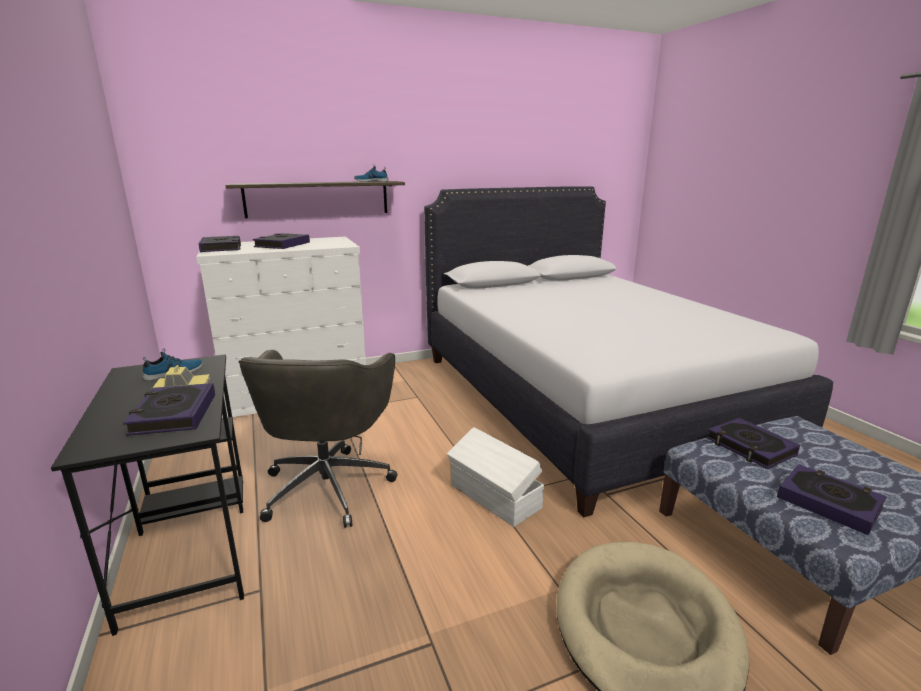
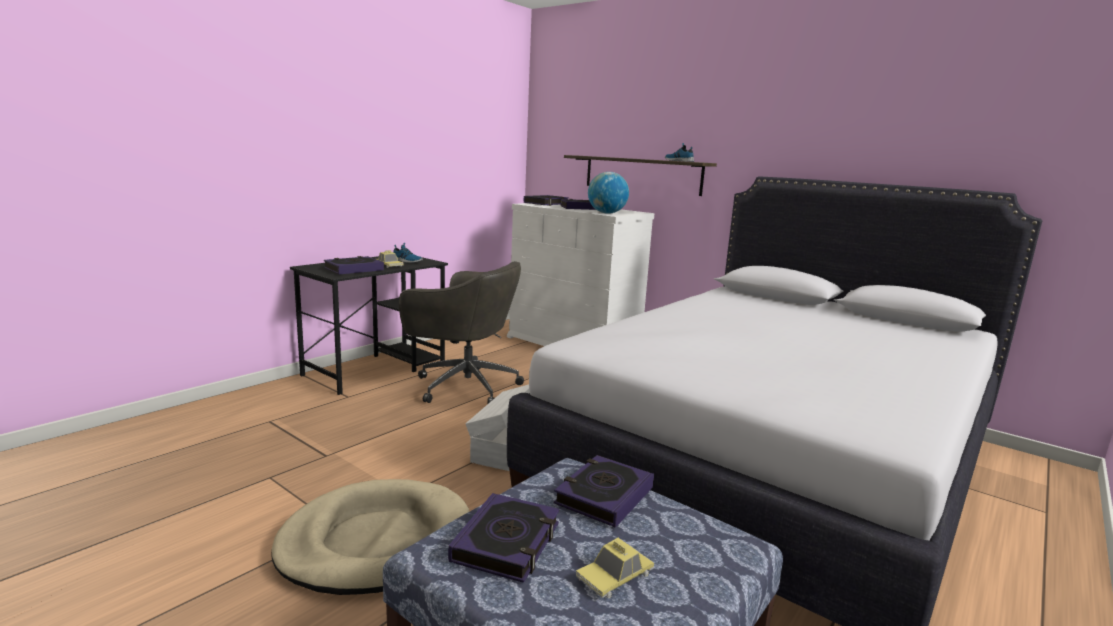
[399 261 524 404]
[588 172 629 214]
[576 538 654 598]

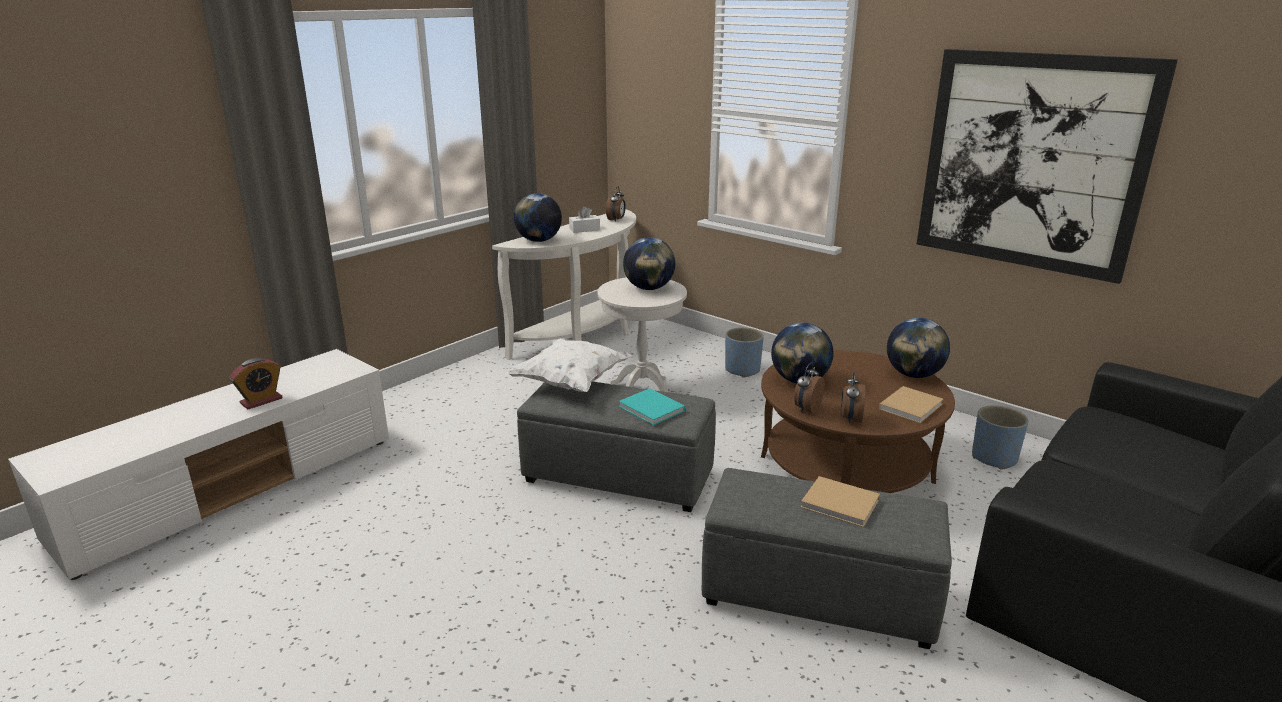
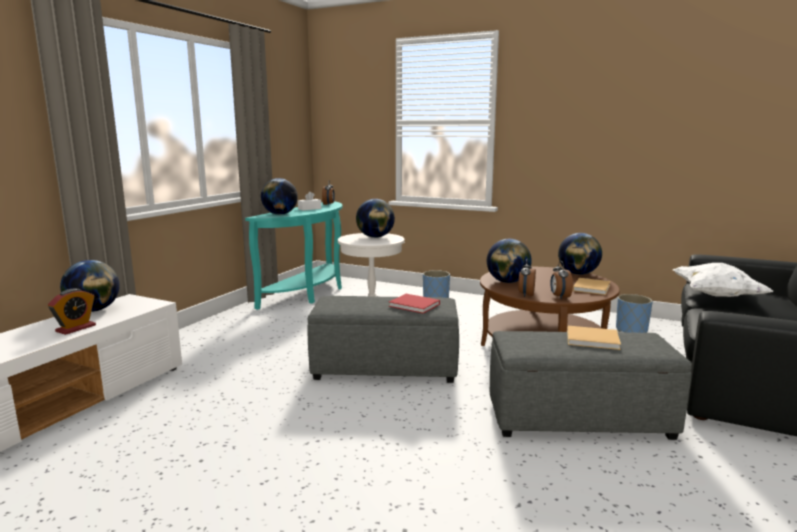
[917 49 1178 284] (first image)
[245 201 343 310]
[673 263 774 297]
[389 294 440 314]
[60 260 120 312]

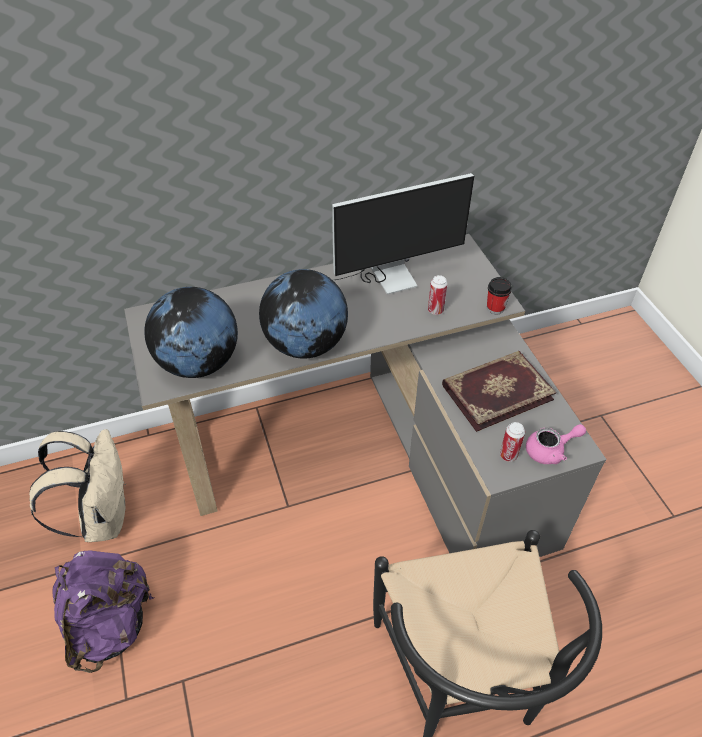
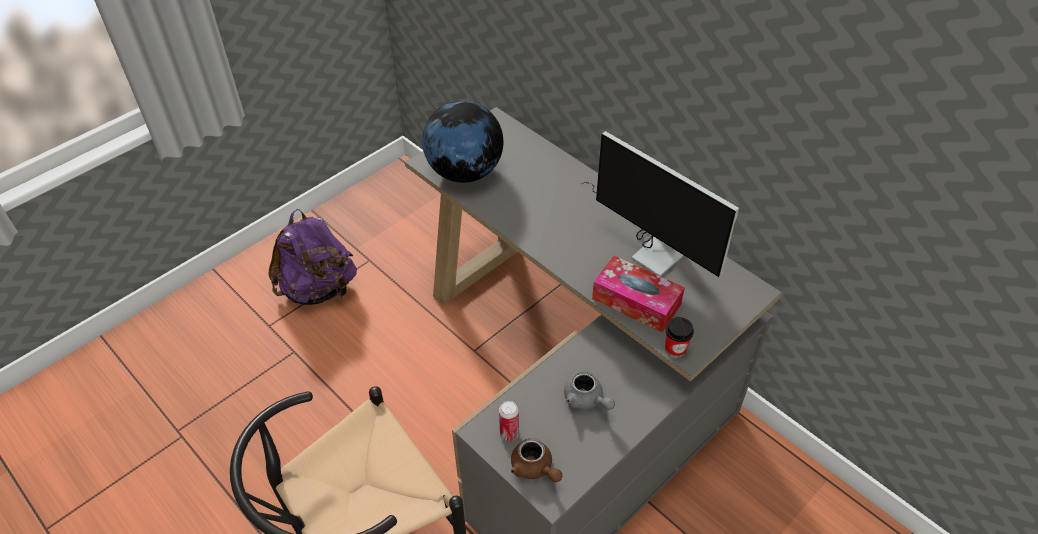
[259 269 348 359] (first image)
[592 256 685 333]
[564 371 615 410]
[511 438 562 482]
[29 429 126 542] (first image)

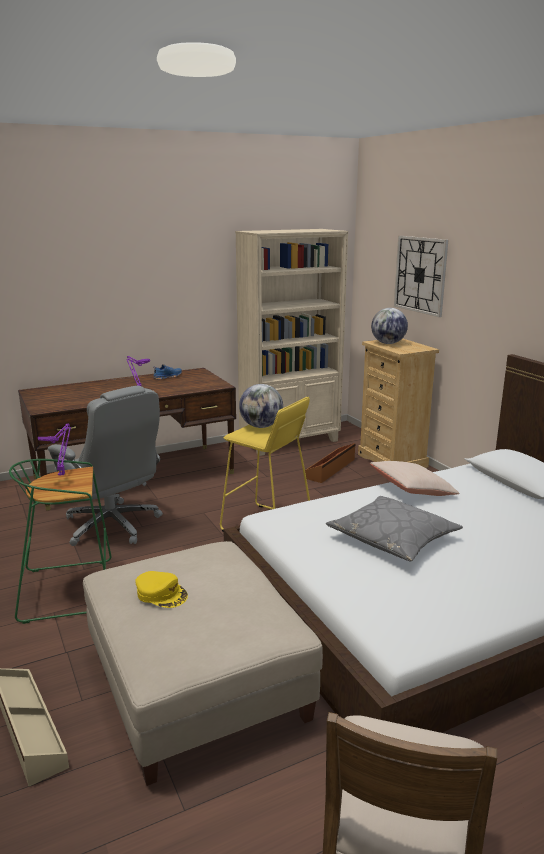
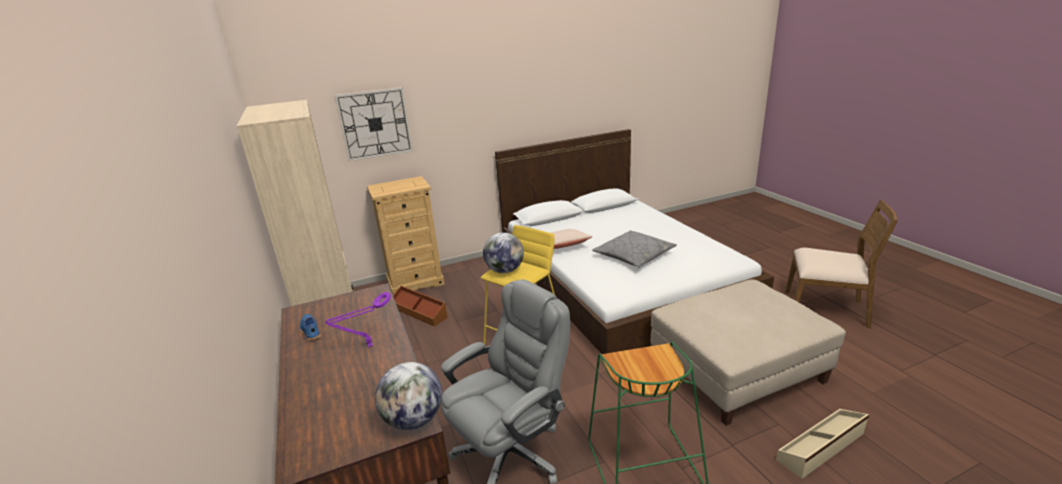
[375 362 442 430]
[38 423 71 476] (first image)
[135 571 188 608] (first image)

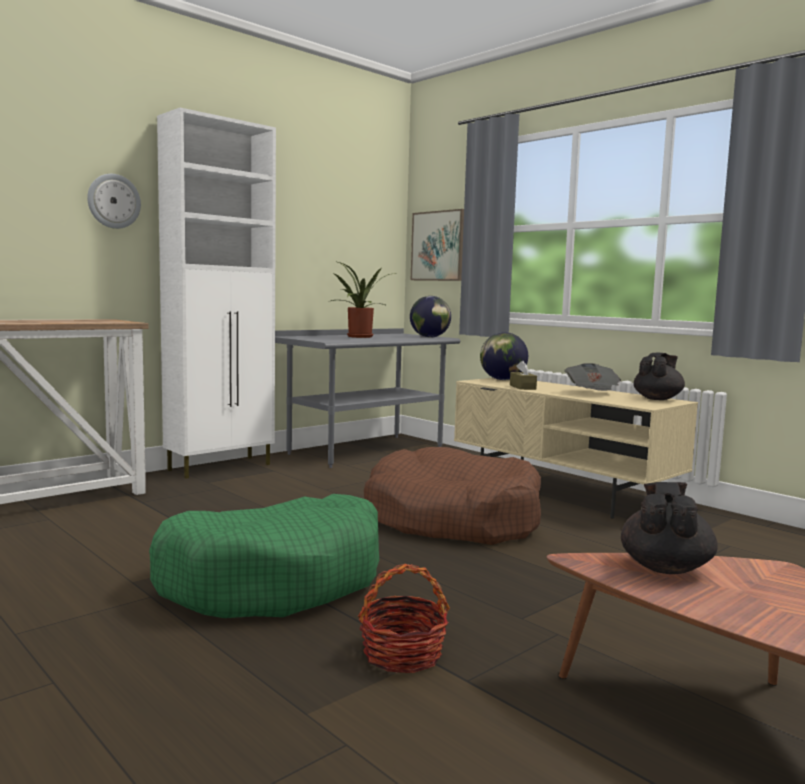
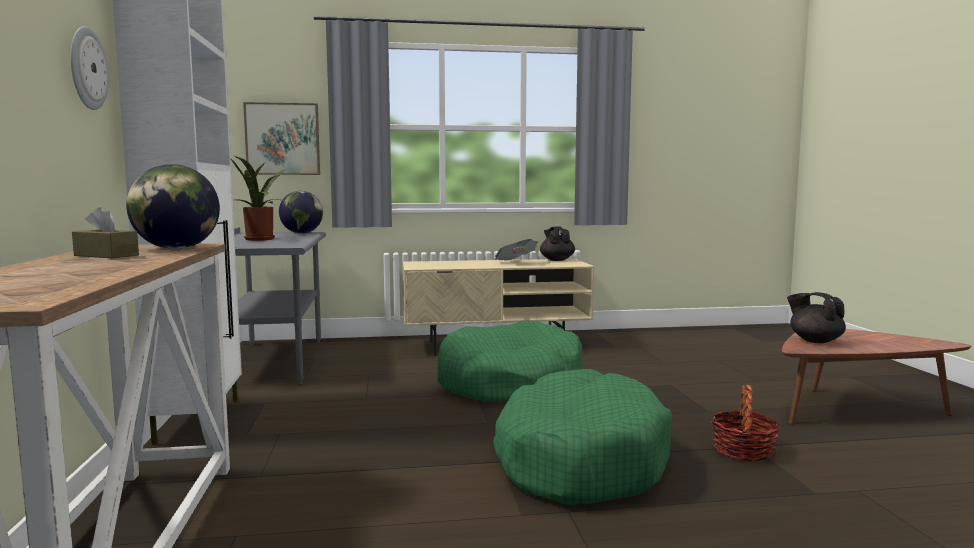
[126 164 220 249]
[72 207 139 258]
[437 320 583 402]

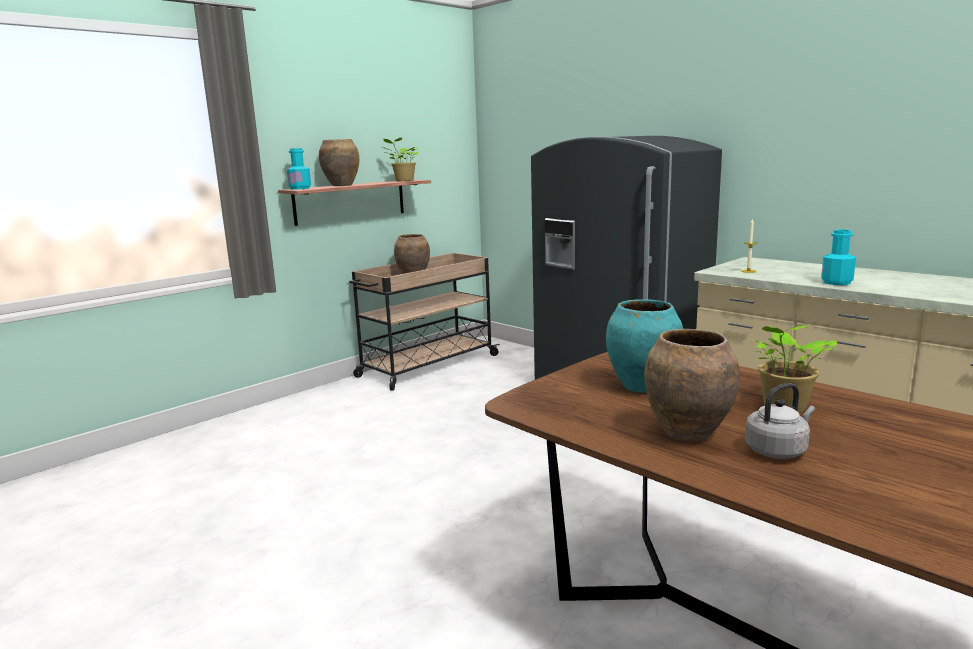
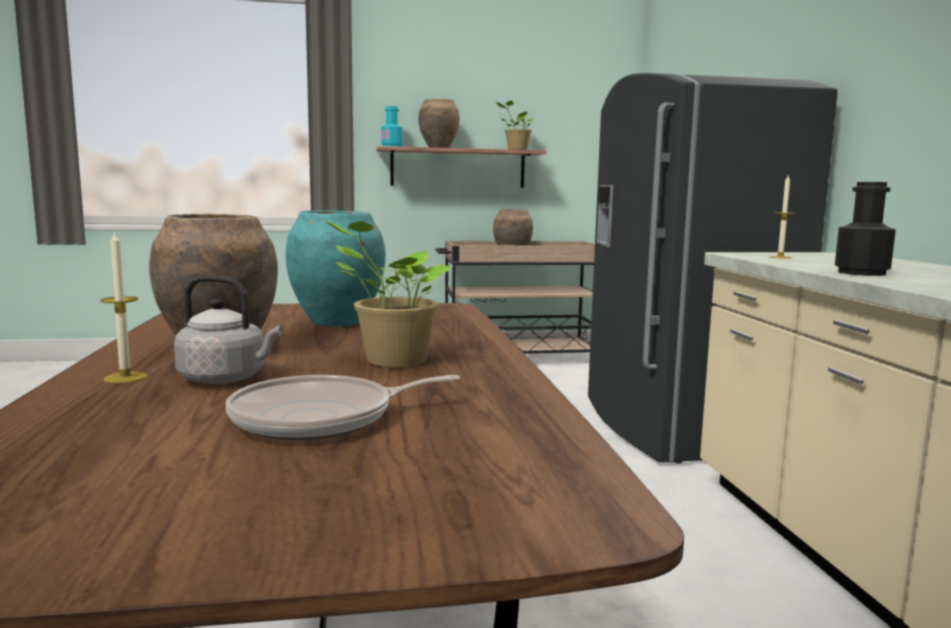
[835 182 896 276]
[100 230 147 383]
[226 375 460 440]

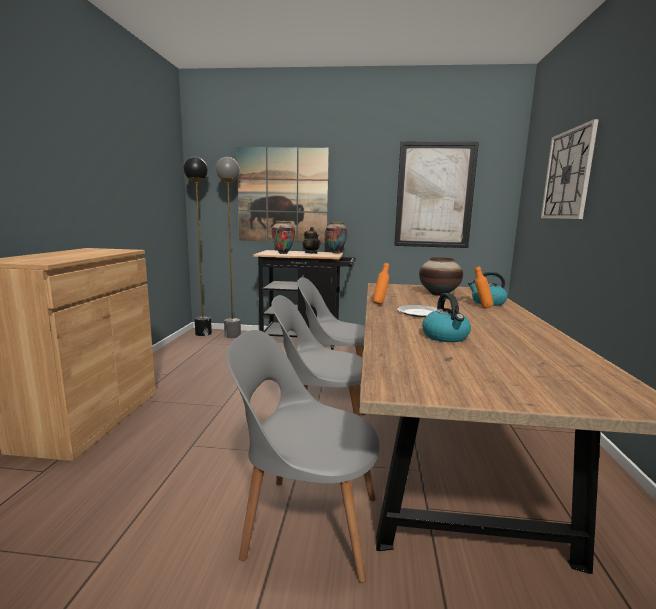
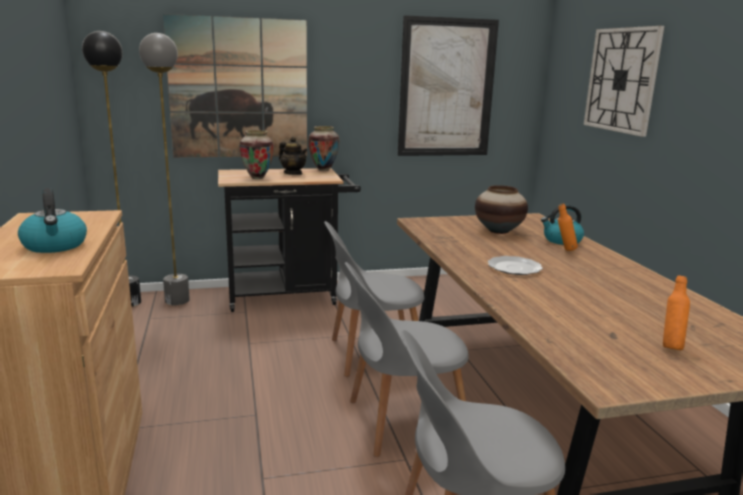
[663 275 690 350]
[18 188 87 253]

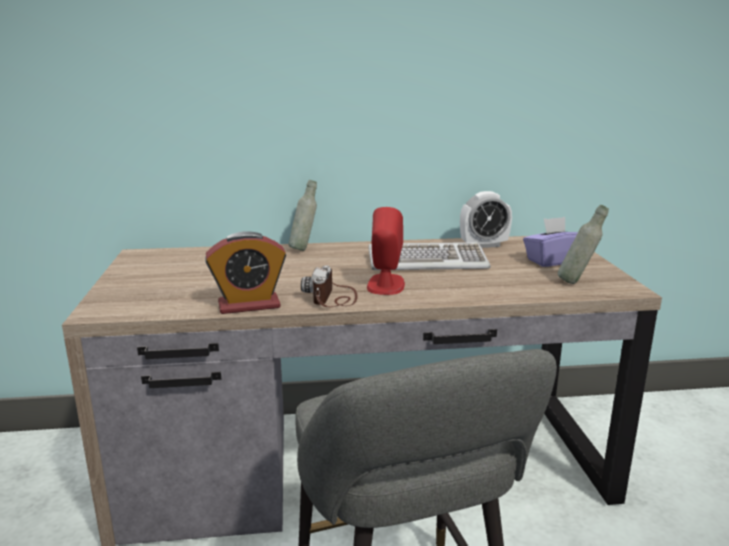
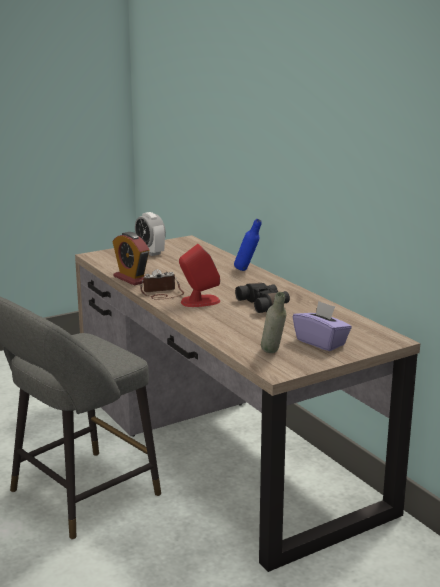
[234 219 262 271]
[135 212 166 256]
[235 283 290 313]

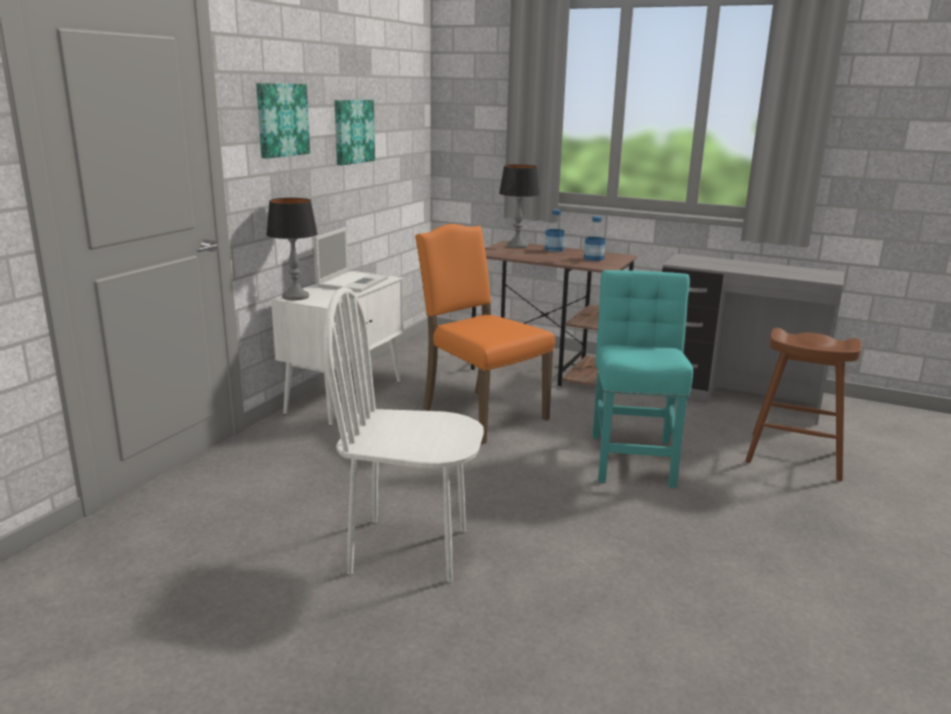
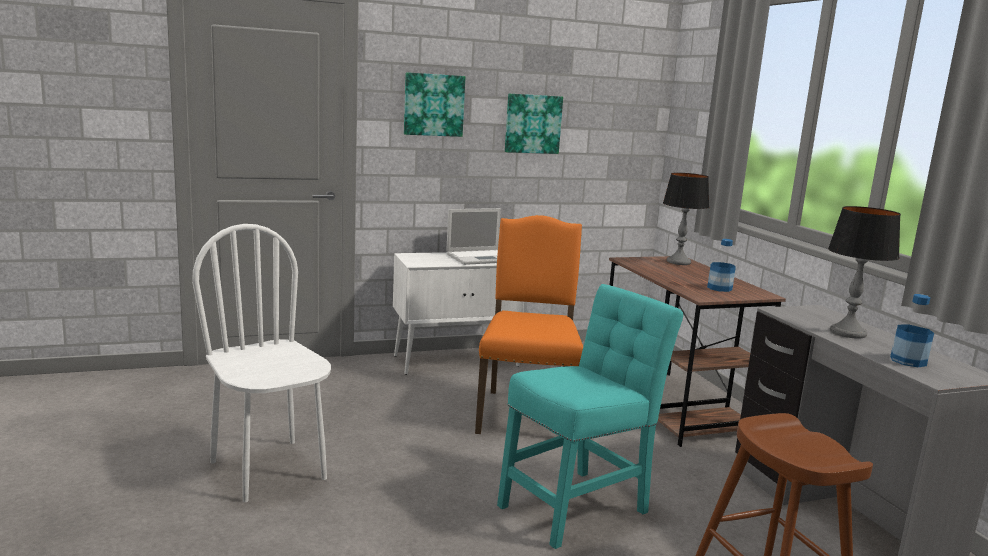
[828 206 901 339]
[890 294 934 367]

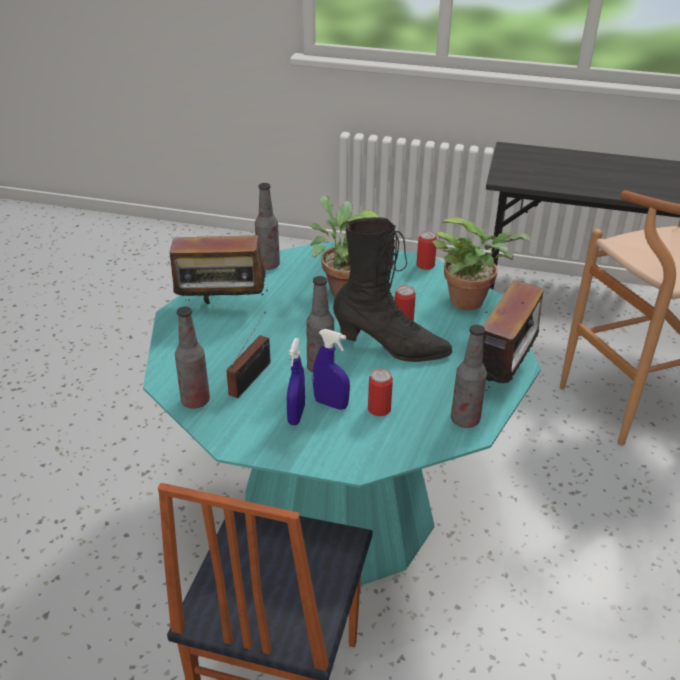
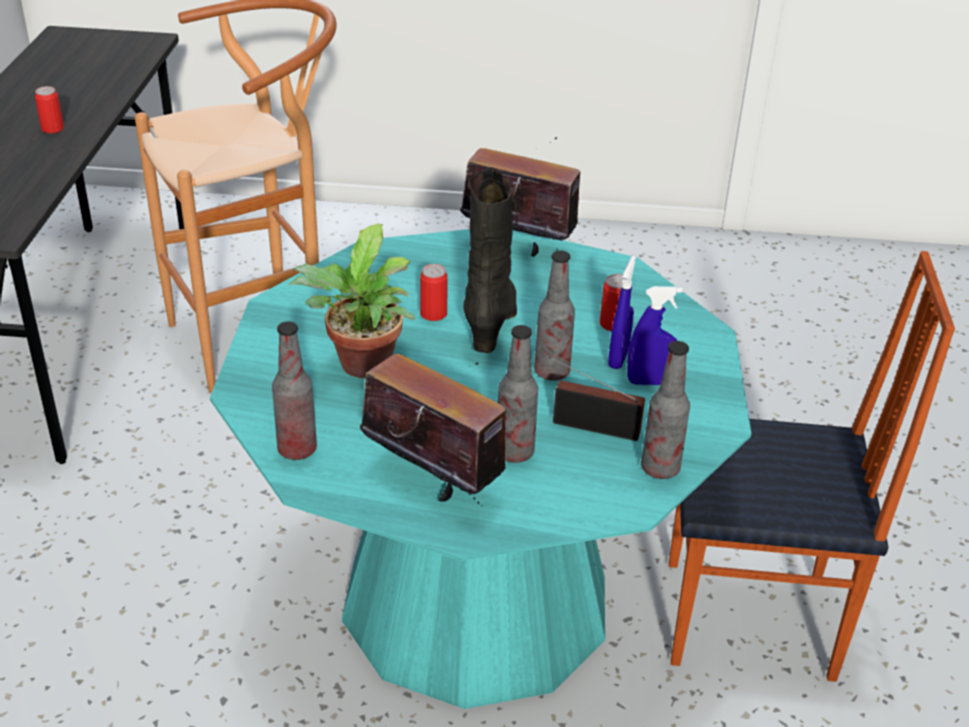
[432 217 531 310] (first image)
[360 354 506 507]
[35 86 64 134]
[498 325 538 463]

